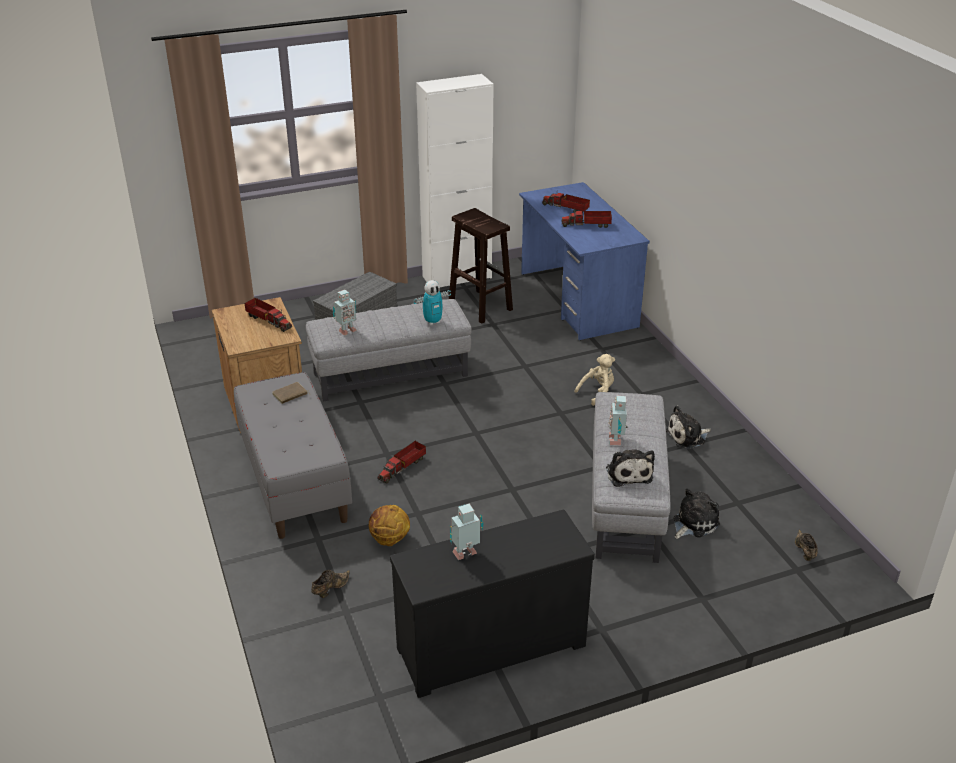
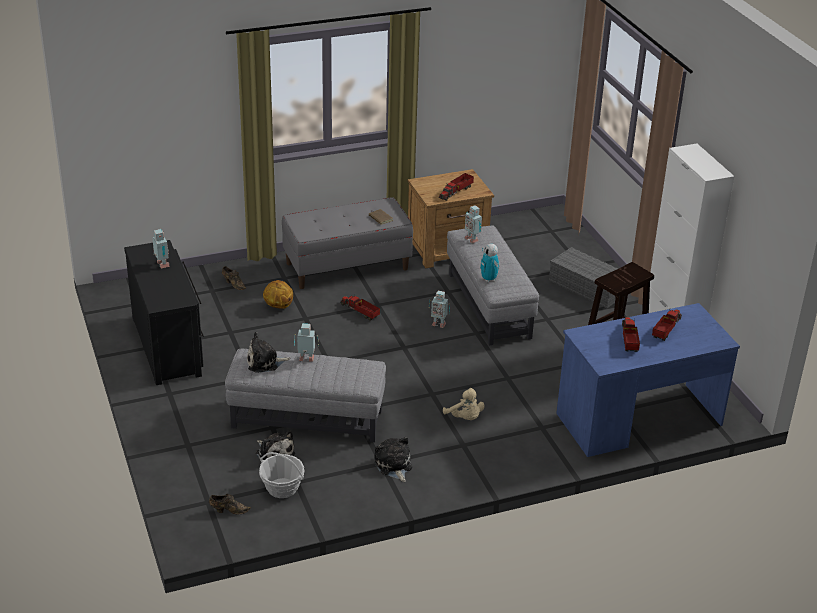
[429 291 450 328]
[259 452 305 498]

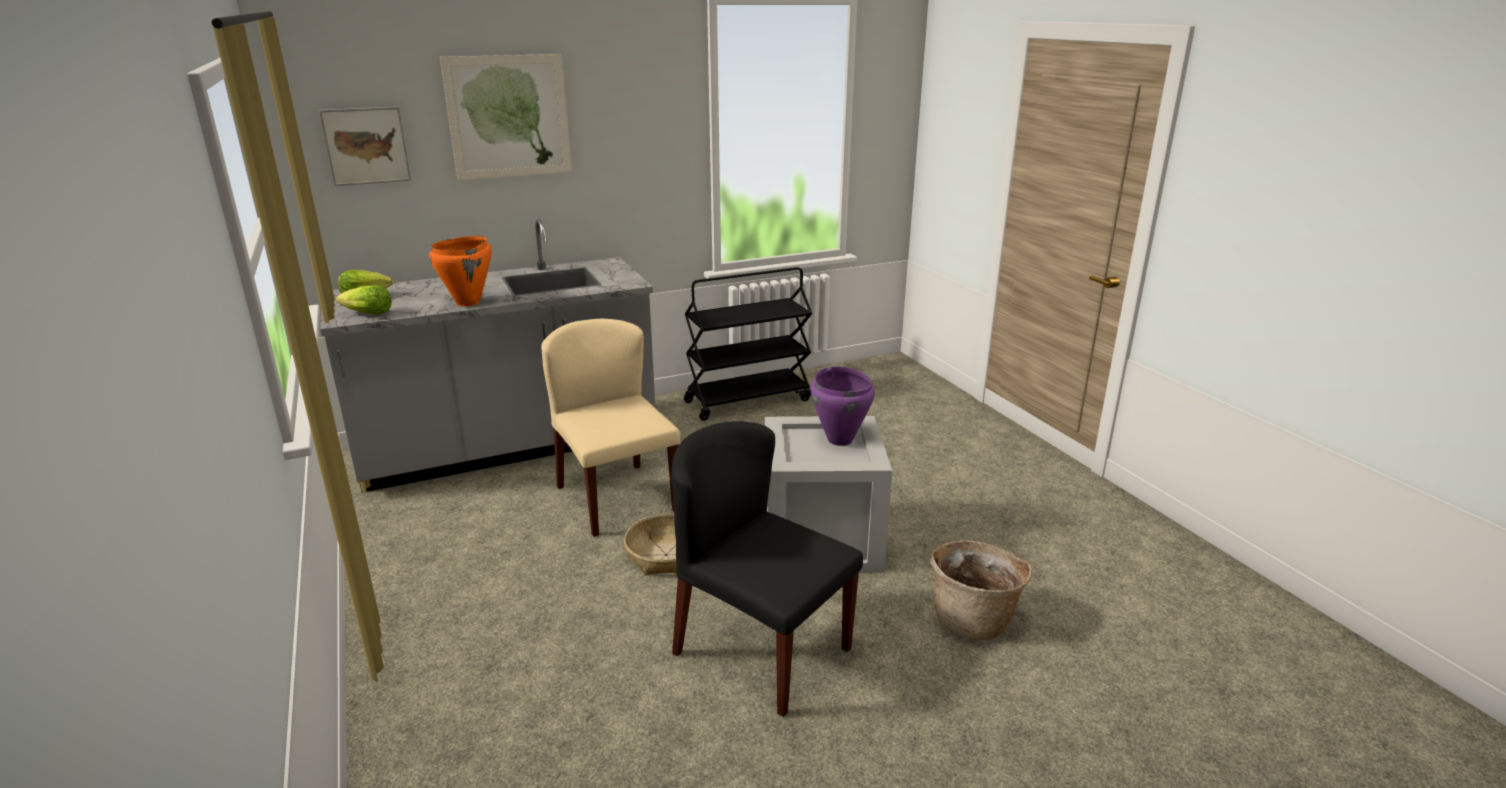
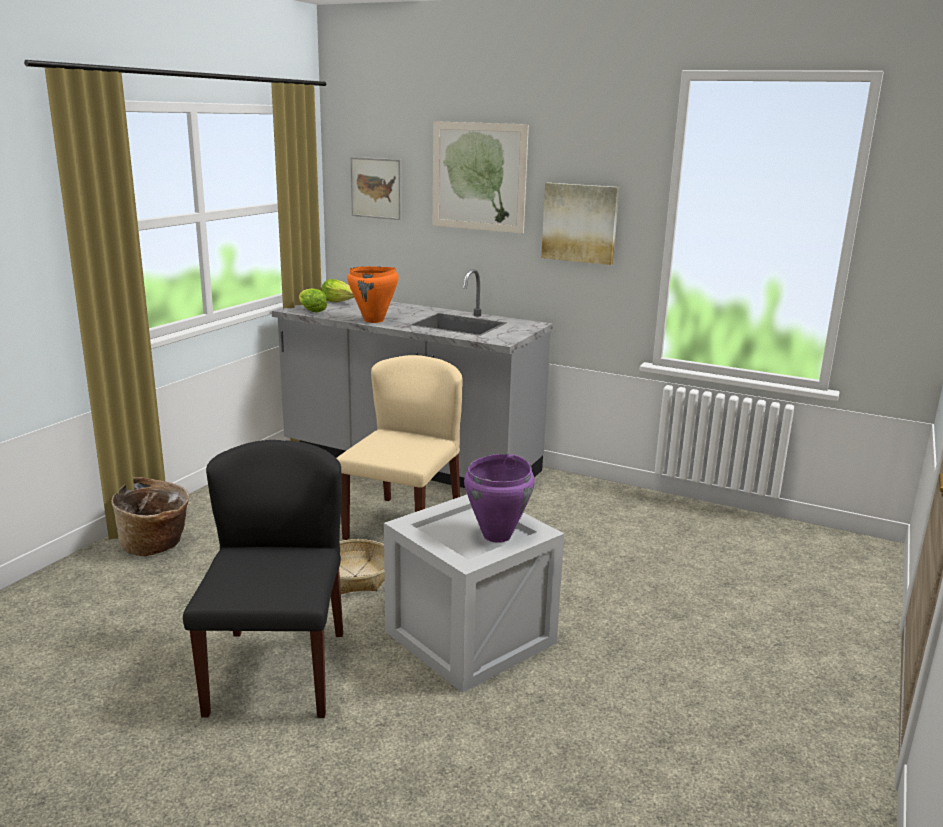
[684 267 813 421] (first image)
[111 477 189 556]
[541 183 619 265]

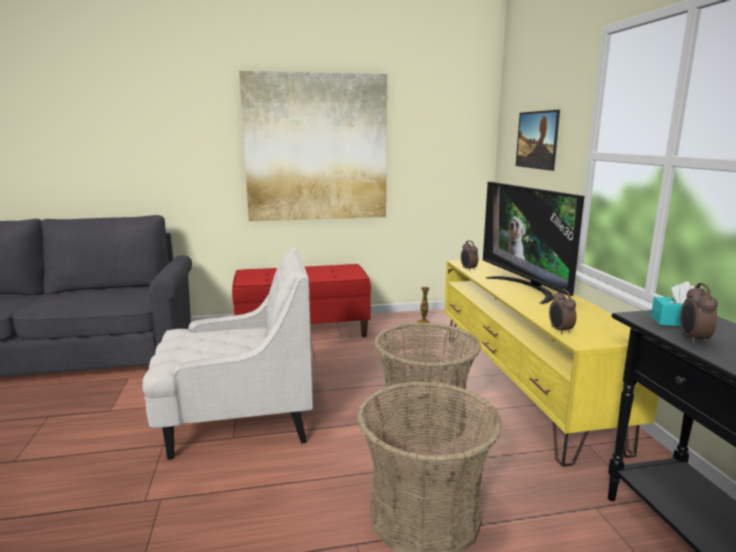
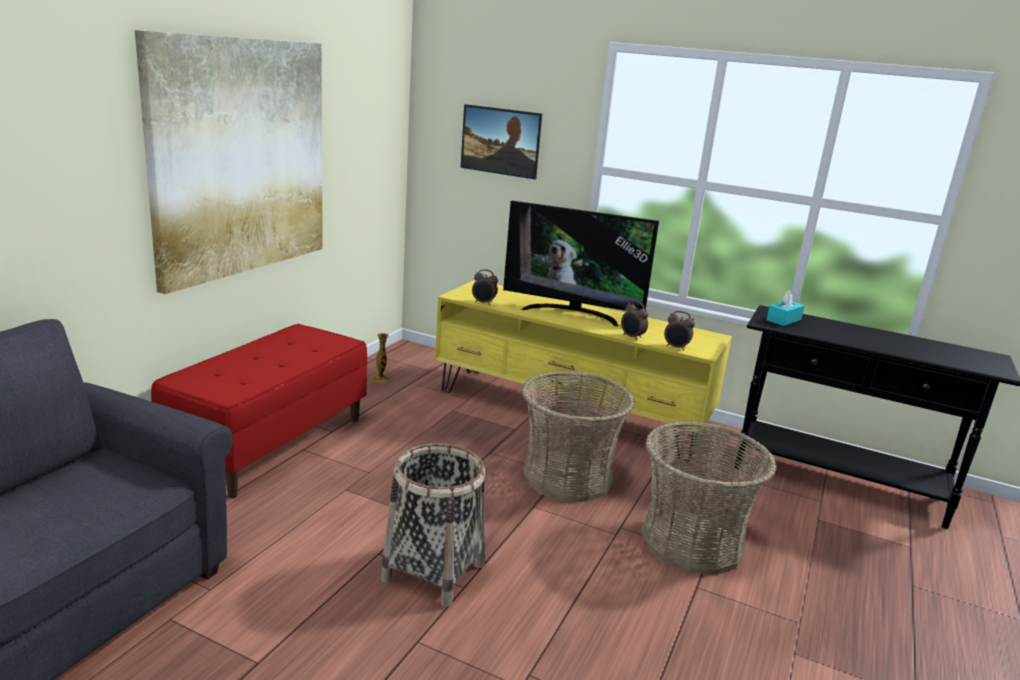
[381 443 485 607]
[621 301 648 340]

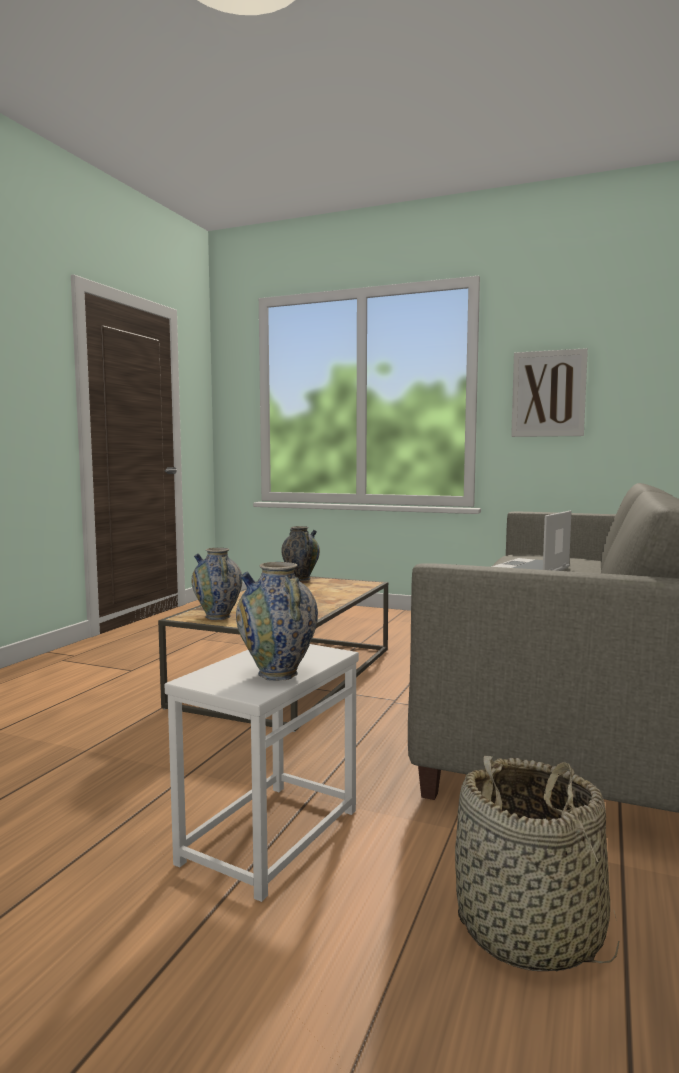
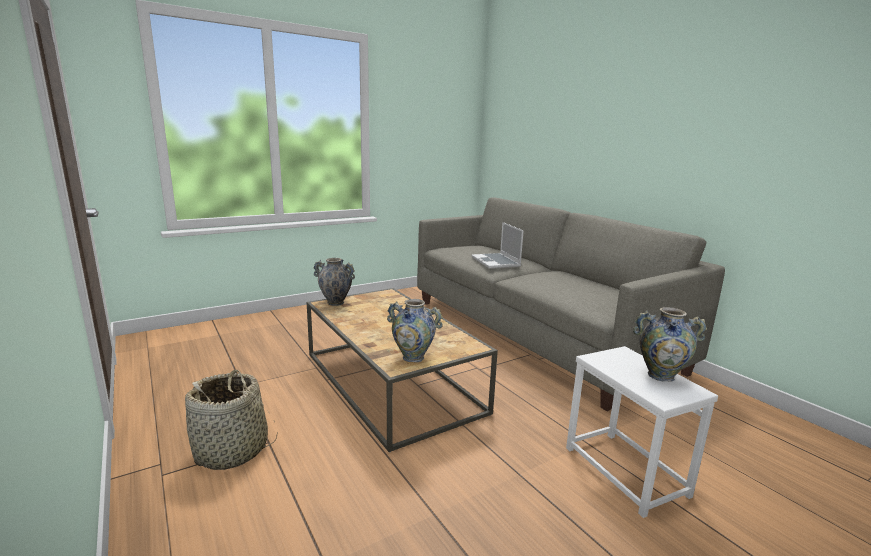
[511 348 588 437] (first image)
[185 370 278 470]

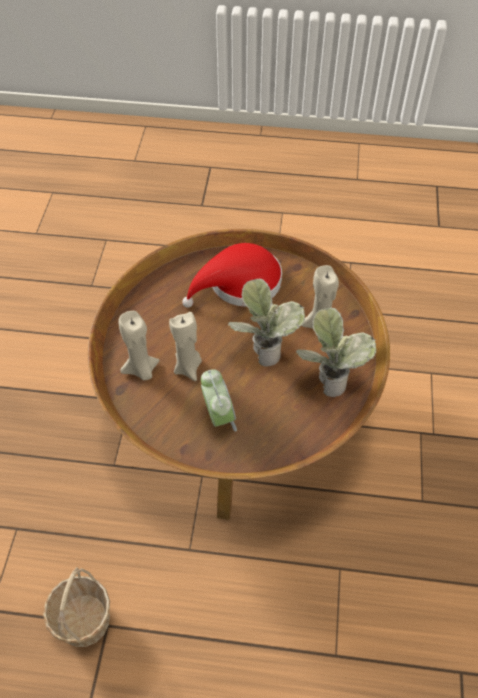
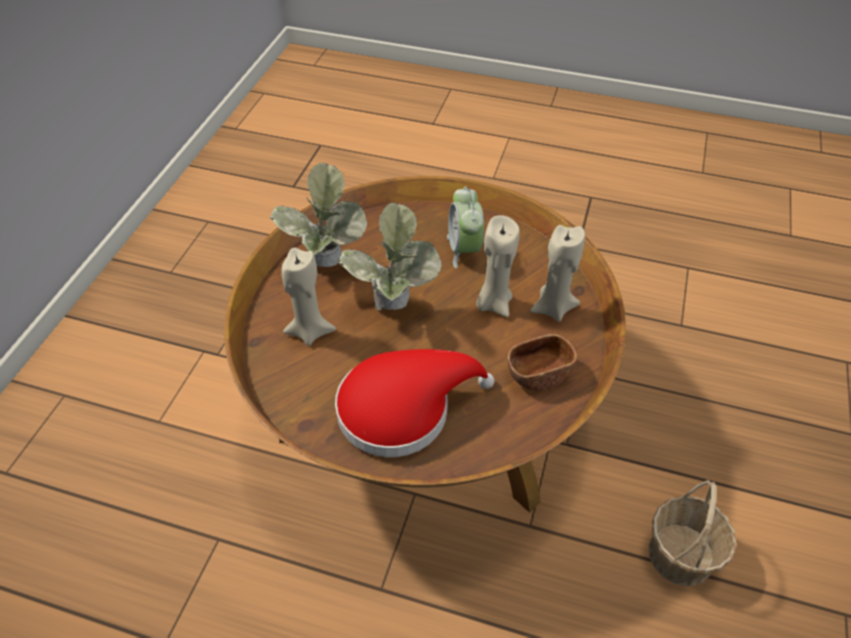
[649 480 737 586]
[507 334 577 391]

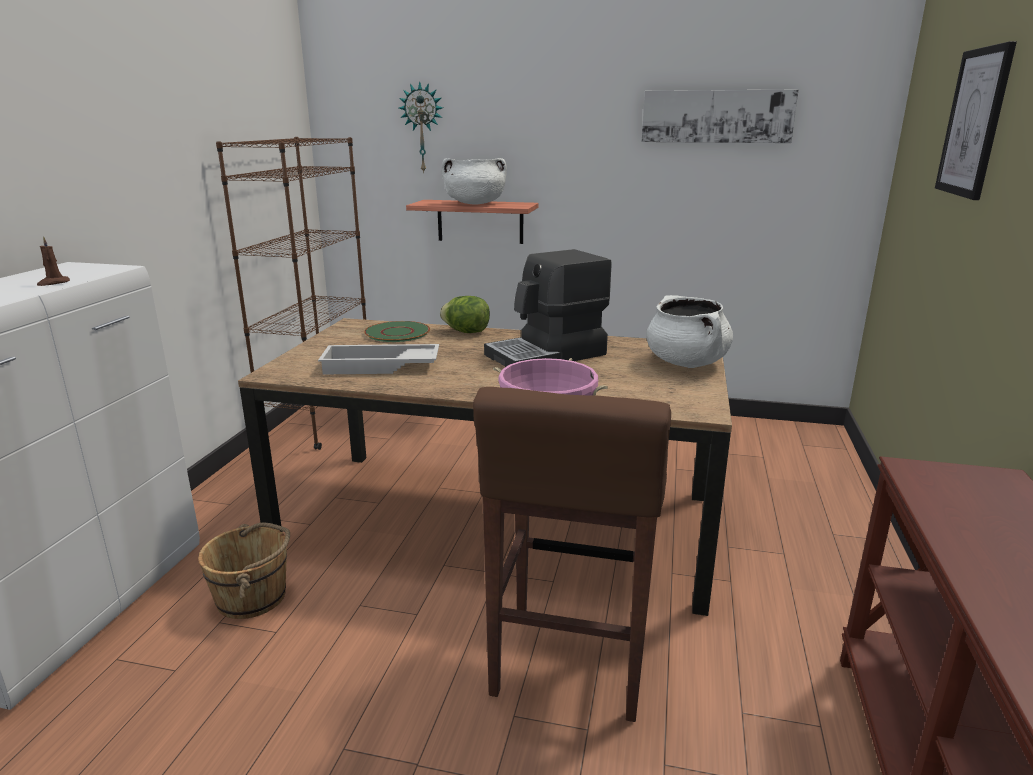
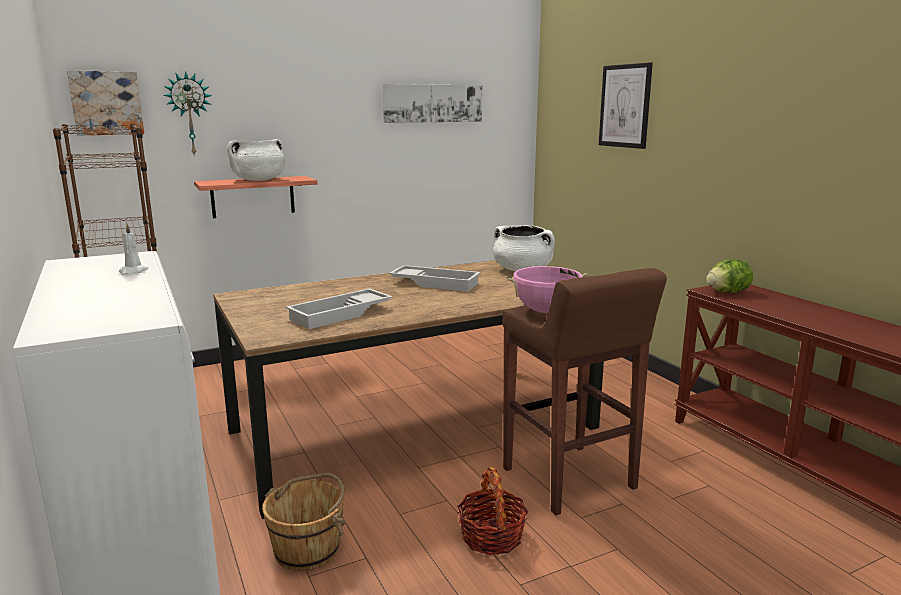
[119 224 149 276]
[389 265 480 292]
[706 259 753 293]
[364 321 430 342] (first image)
[67 70 144 135]
[457 467 528 555]

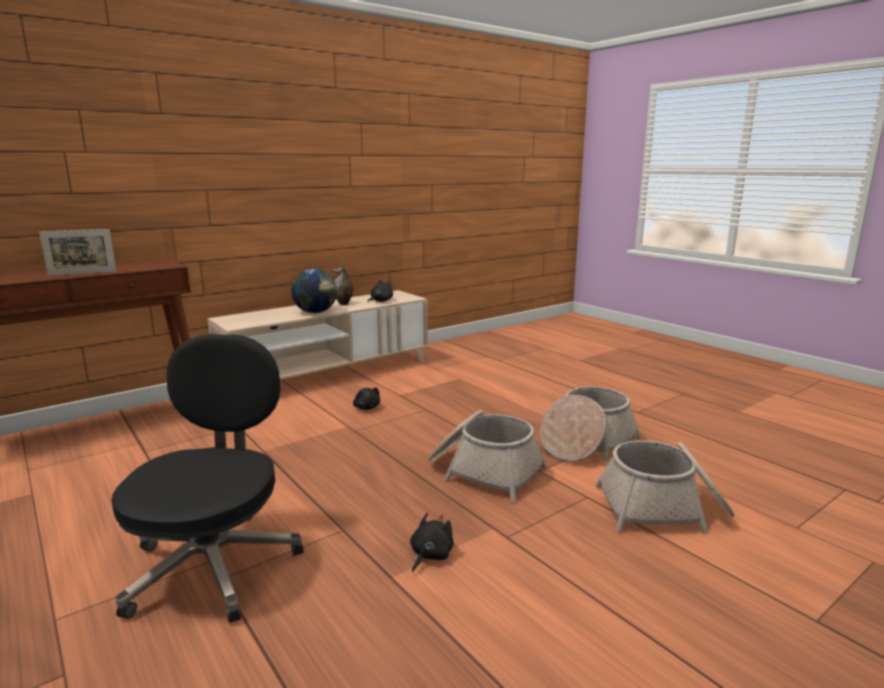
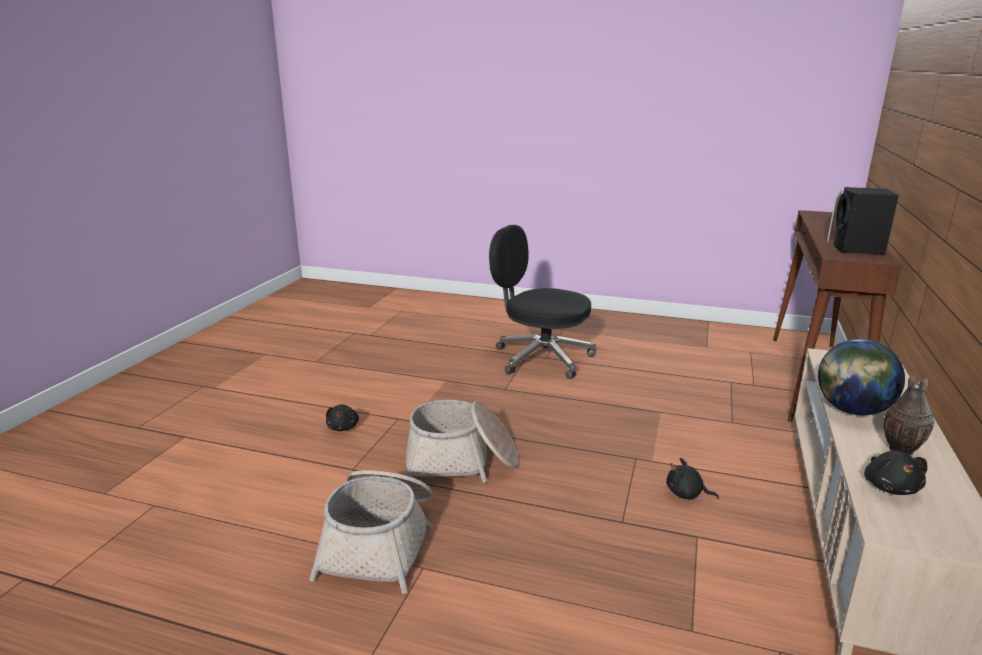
[489 225 596 379]
[596 441 735 533] (first image)
[326 404 359 431]
[833 187 899 255]

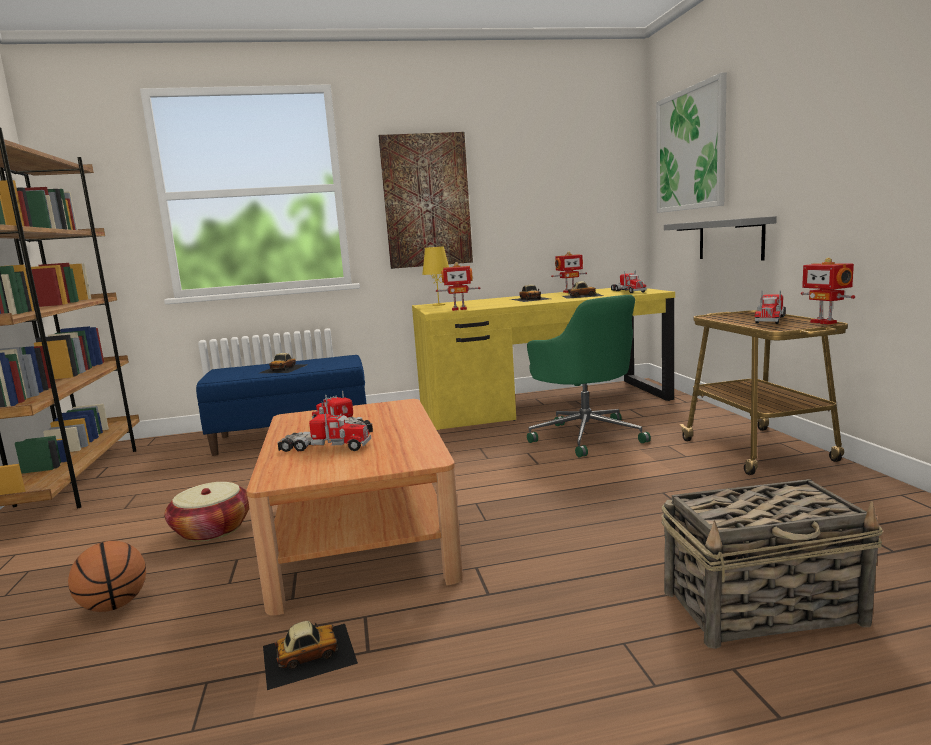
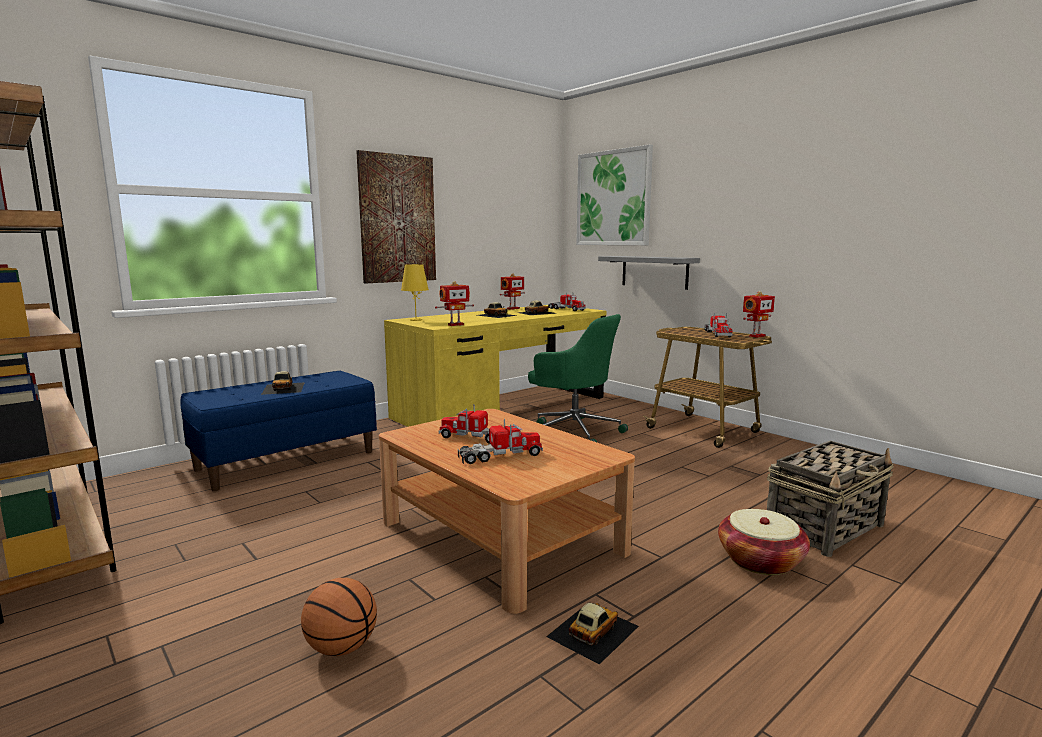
[743 291 775 338]
[718 509 810 575]

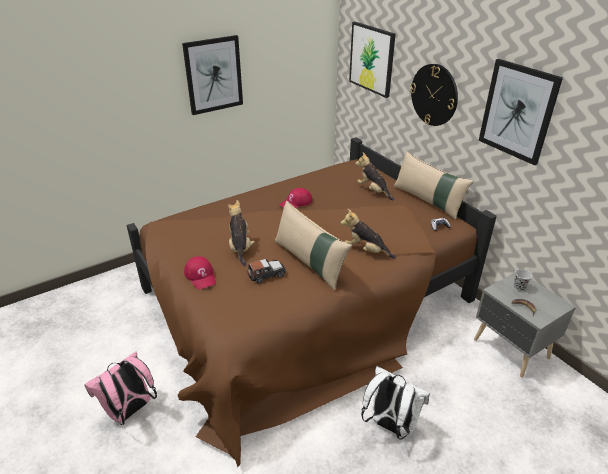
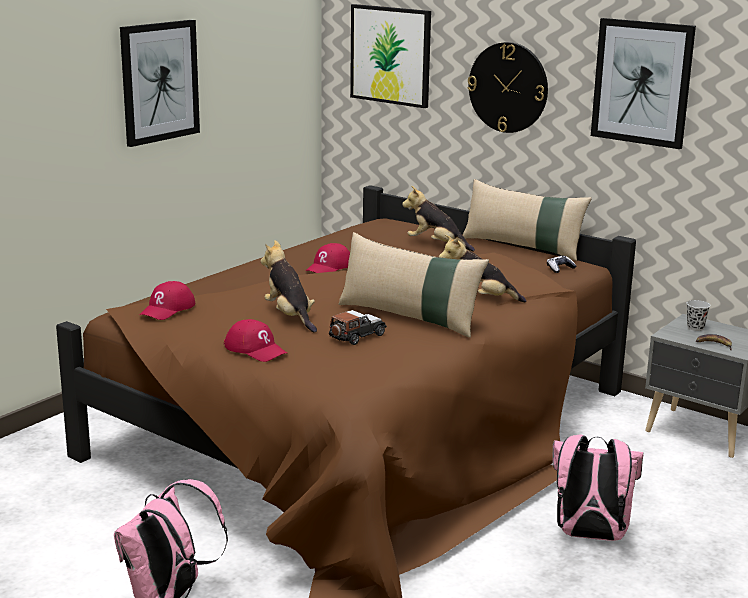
[553 434 643 541]
[139 281 195 320]

